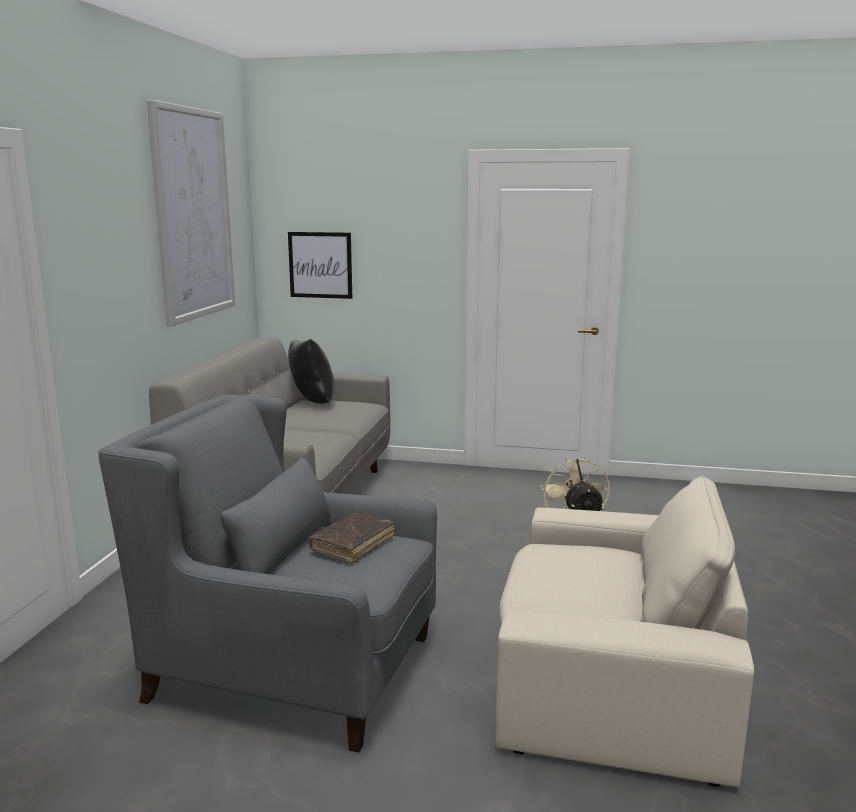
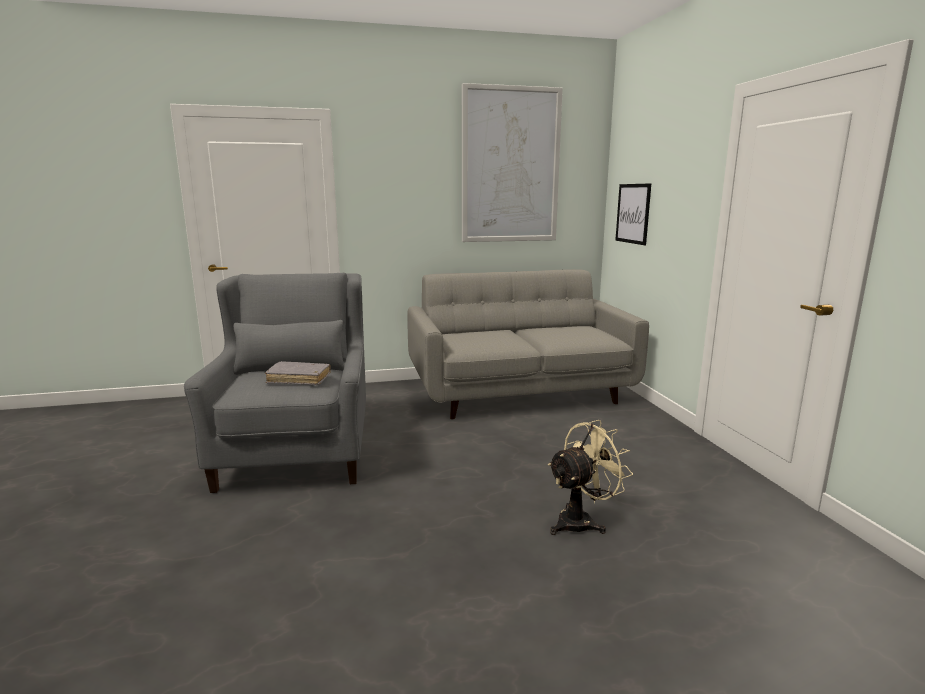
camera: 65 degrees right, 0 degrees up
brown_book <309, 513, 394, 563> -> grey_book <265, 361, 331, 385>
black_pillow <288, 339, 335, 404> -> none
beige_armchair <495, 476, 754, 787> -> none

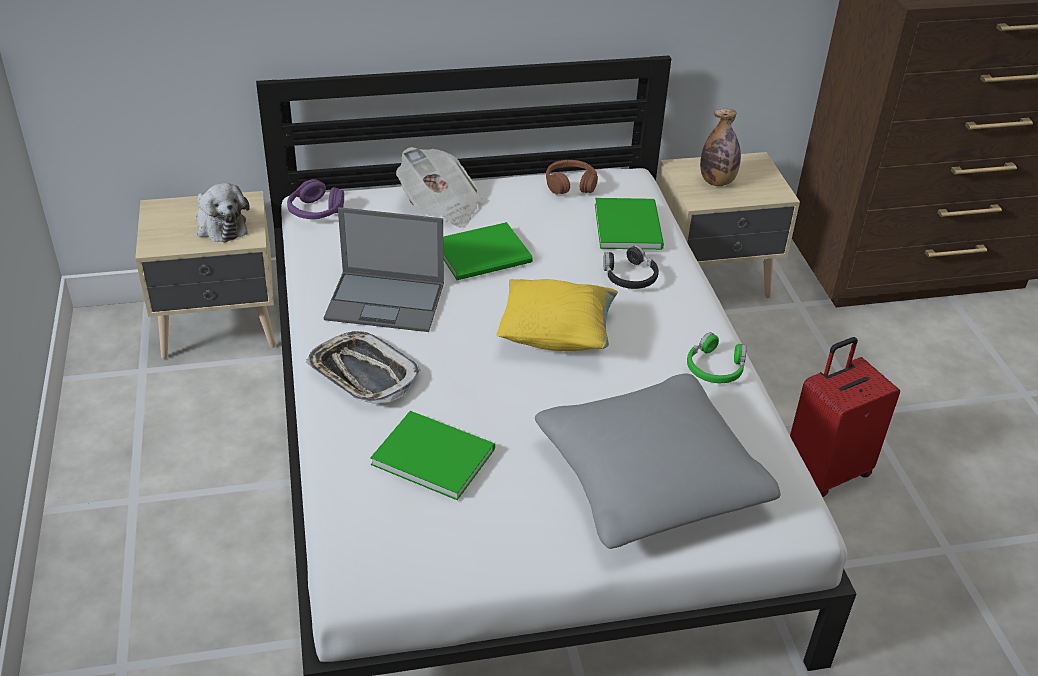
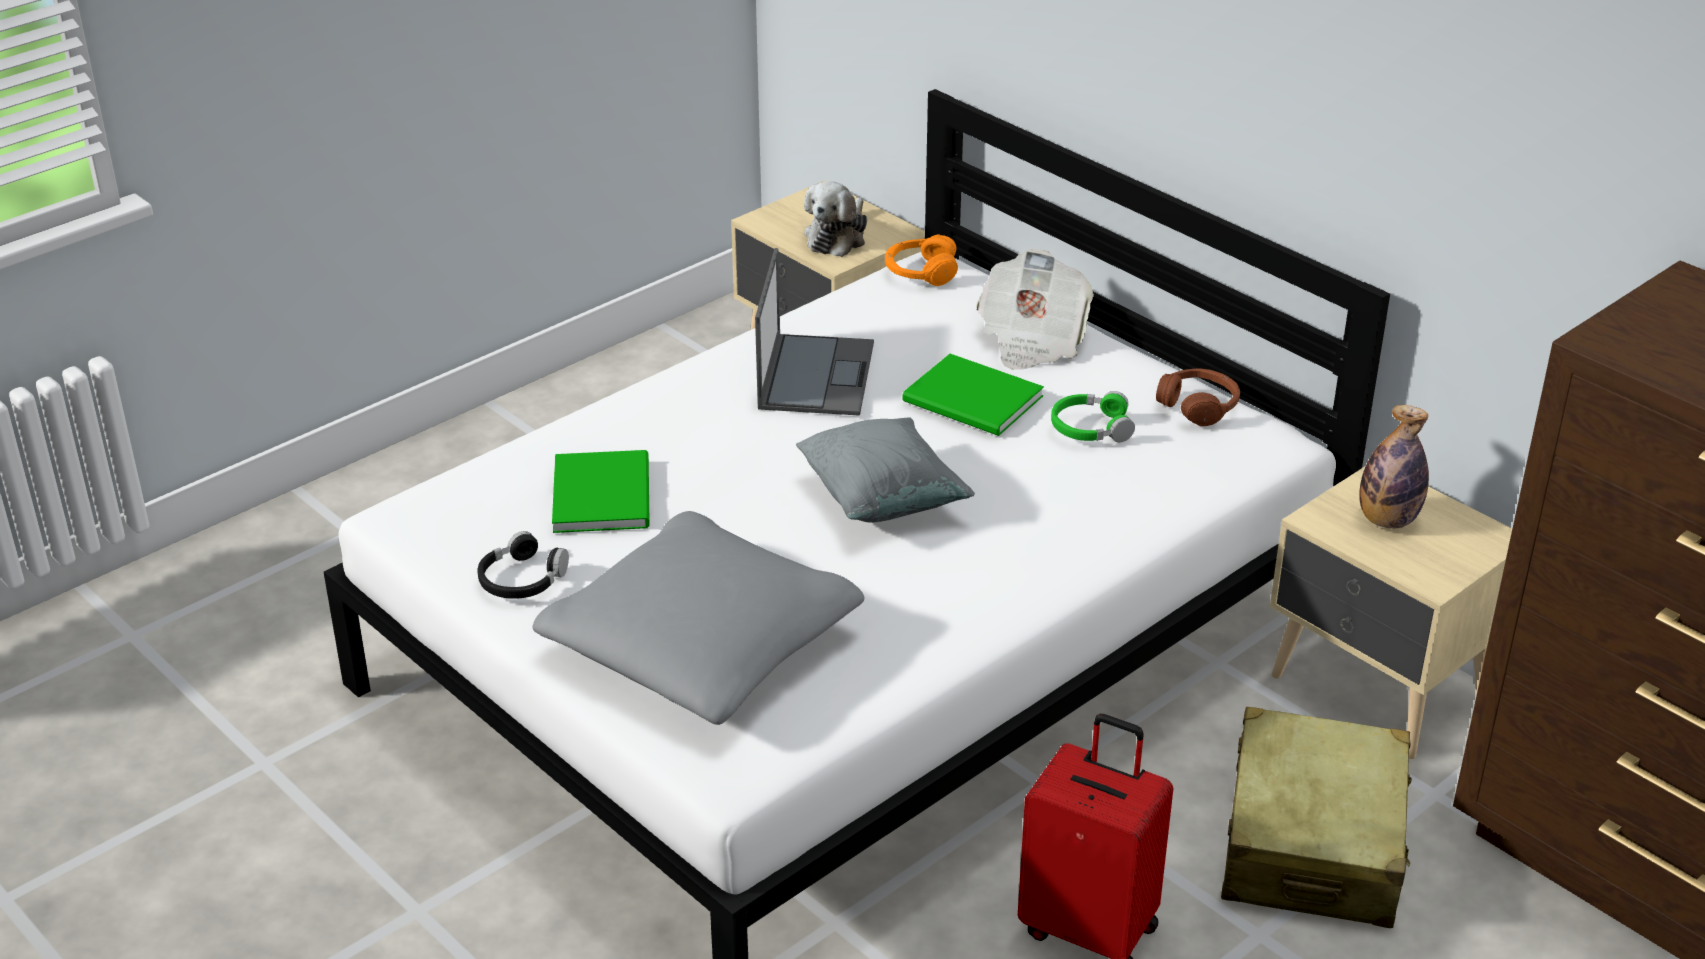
camera: 60 degrees right, 5 degrees down
black_headphones <603, 245, 659, 289> -> black_headphones <478, 531, 569, 599>, shifted
laptop <324, 207, 444, 332> -> laptop <755, 248, 874, 416>, 150 degrees counterclockwise
yellow_pillow <496, 279, 618, 351> -> grey_pillow <796, 417, 975, 523>
purple_headphones <287, 179, 344, 219> -> orange_headphones <885, 234, 958, 286>
green_headphones <687, 332, 746, 383> -> green_headphones <1051, 391, 1135, 442>, shifted
none -> beige_suitcase <1221, 707, 1412, 928>
tray <306, 331, 421, 404> -> none
green_book <595, 198, 664, 250> -> none

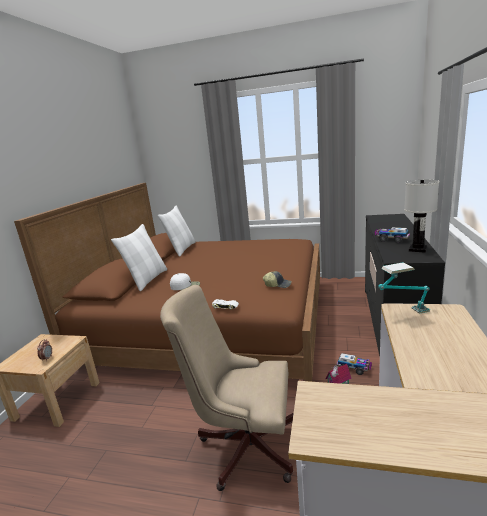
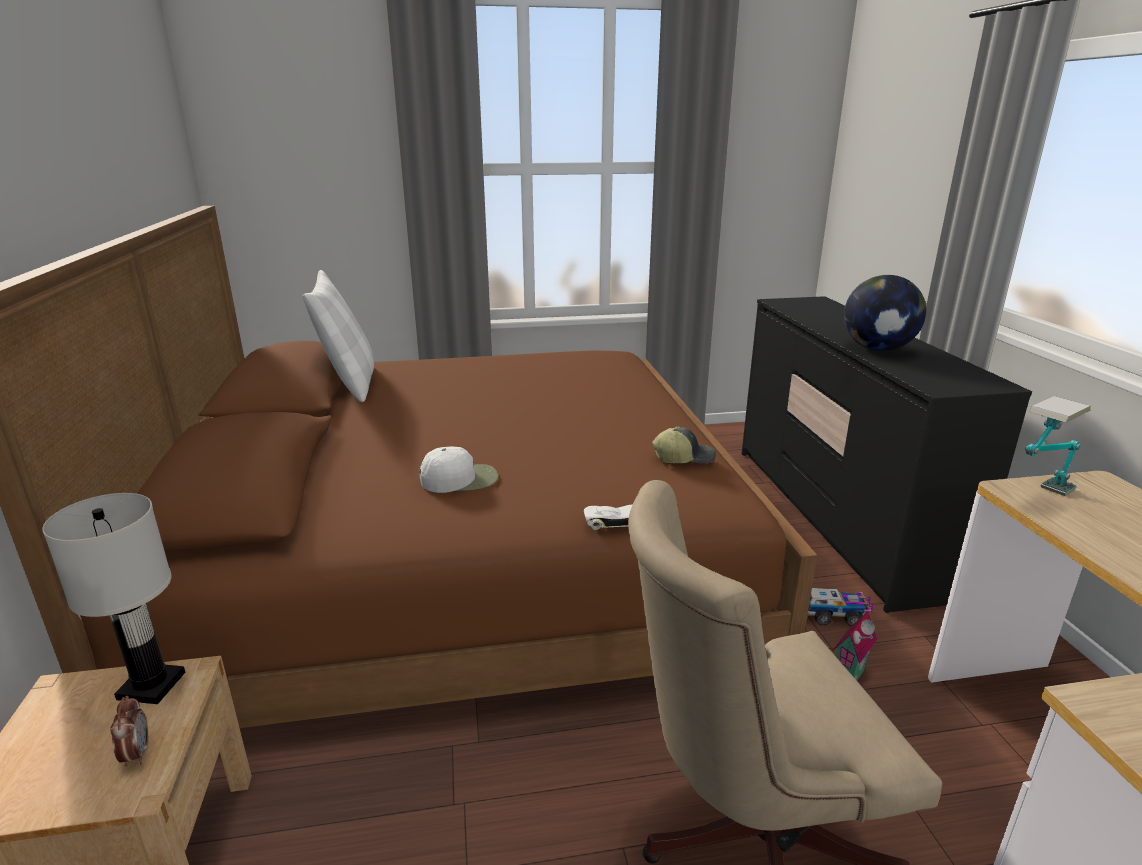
camera: 25 degrees left, 5 degrees up
white_table_lamp <404, 180, 439, 253> -> white_table_lamp <42, 493, 185, 704>, shifted
toy_truck <375, 227, 410, 243> -> globe <844, 275, 926, 351>
white_pillow <111, 224, 167, 291> -> none

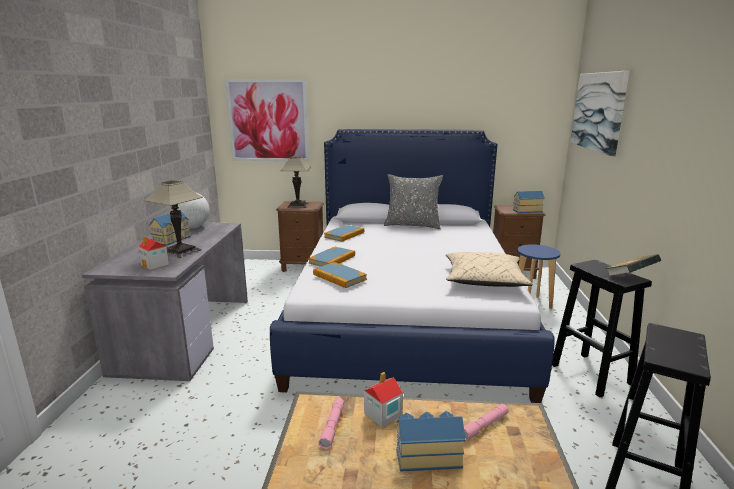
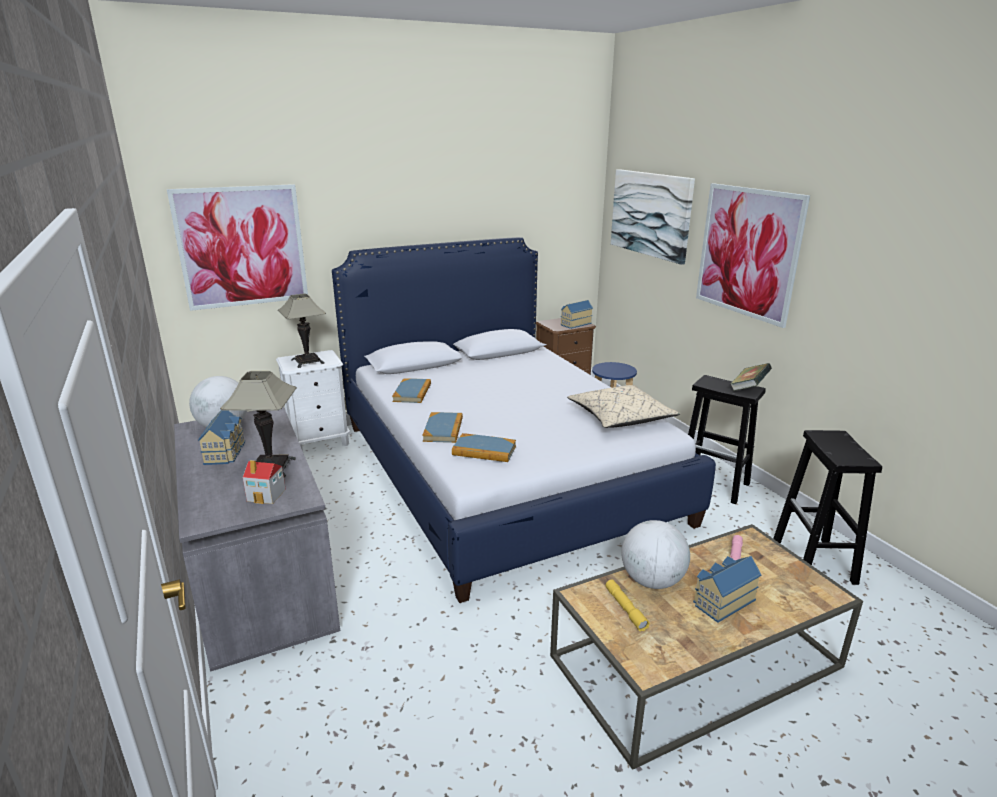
camera: 30 degrees left, 5 degrees up
brown_nightstand <276, 201, 324, 272> -> white_nightstand <276, 350, 350, 451>
pink_flashlight <318, 398, 344, 450> -> yellow_flashlight <605, 580, 650, 632>
toy_house <364, 372, 403, 427> -> globe <621, 520, 690, 589>
none -> picture <696, 183, 810, 328>
grey_pillow <384, 174, 443, 229> -> none

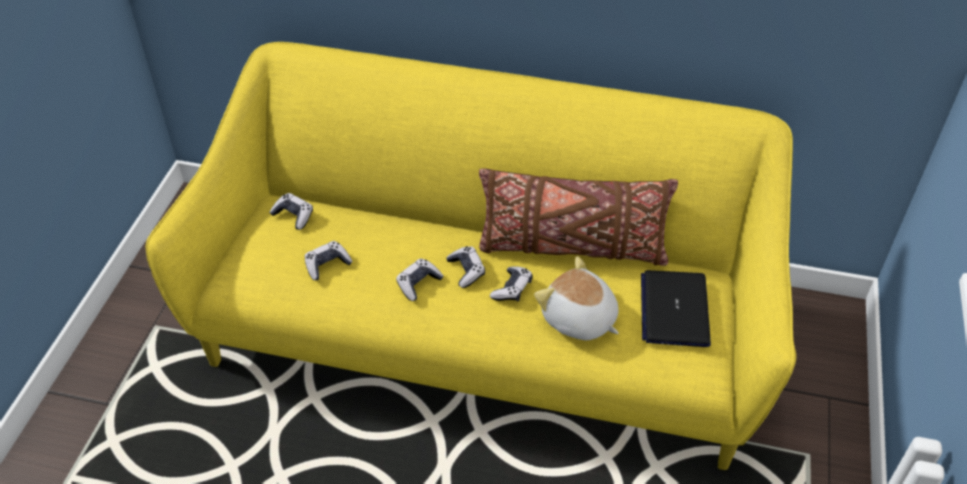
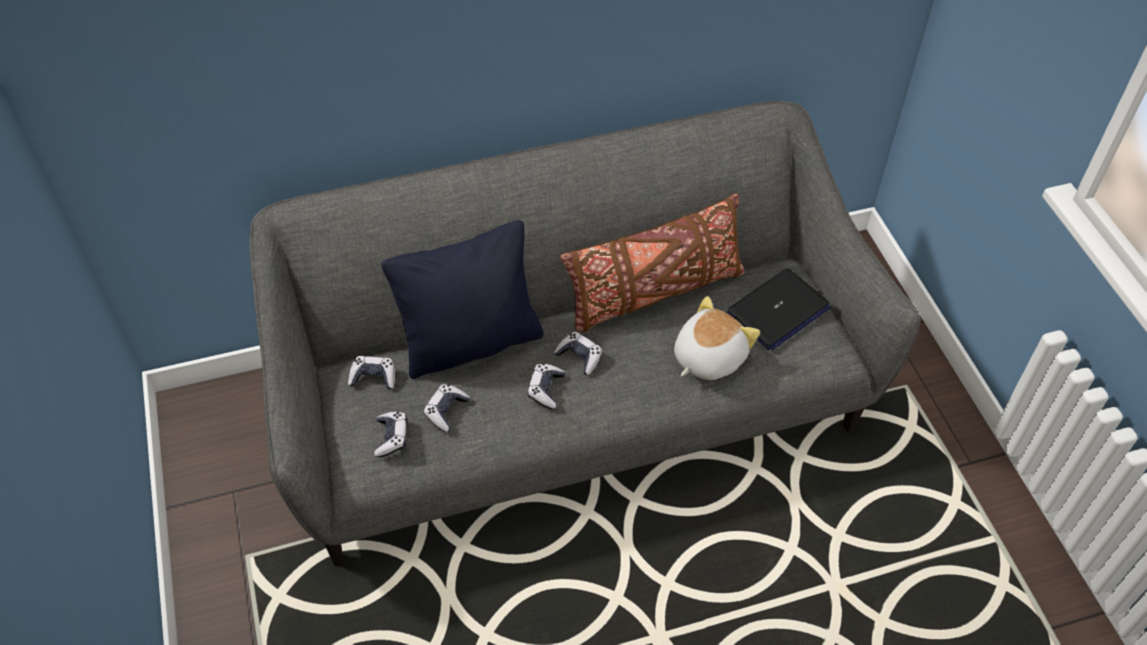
camera: 30 degrees left, 5 degrees up
yellow_sofa <146, 42, 796, 470> -> grey_sofa <250, 101, 920, 566>
game_controller <490, 266, 532, 301> -> game_controller <374, 411, 407, 457>, shifted
none -> black_pillow <382, 220, 544, 379>
plush_toy <534, 256, 619, 340> -> plush_toy <674, 296, 760, 380>, 120 degrees clockwise
laptop <641, 270, 711, 347> -> laptop <726, 268, 831, 350>, 105 degrees counterclockwise

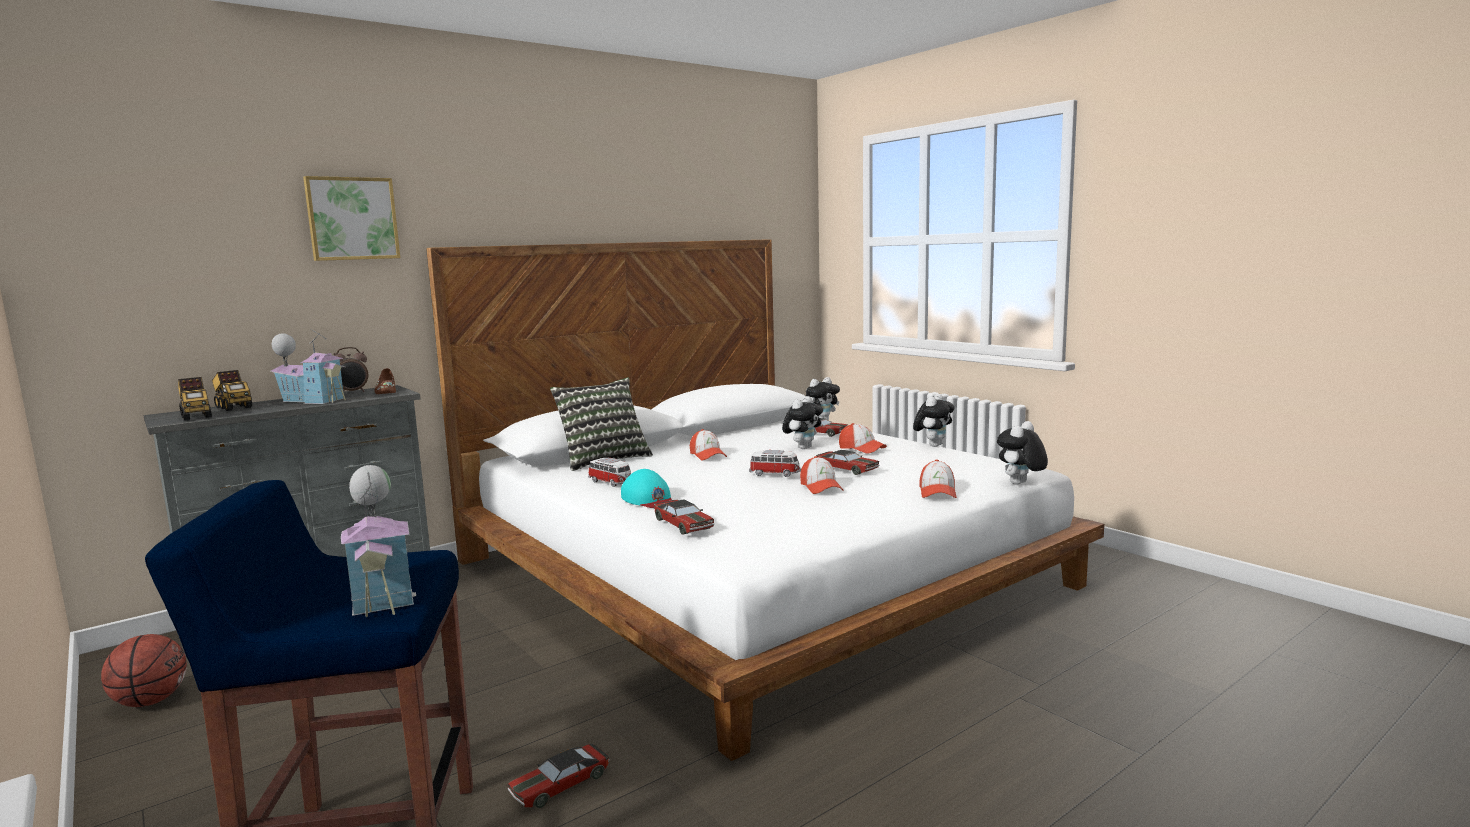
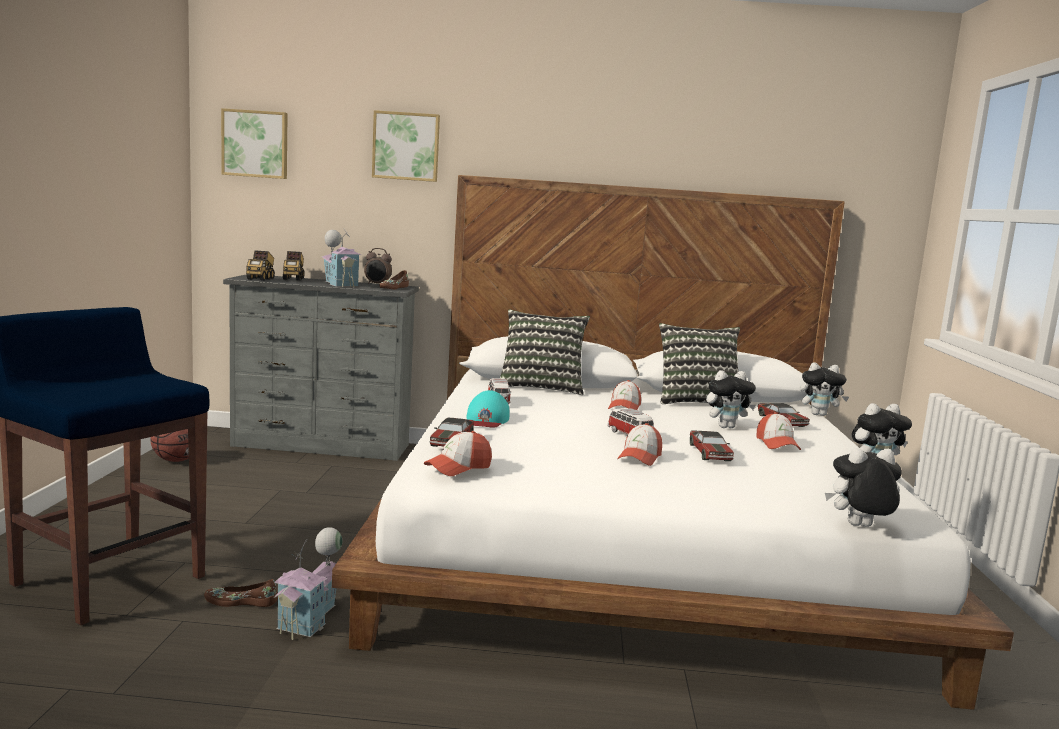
camera: 40 degrees right, 0 degrees up
toy_car <508, 743, 610, 808> -> brown_shoe <204, 579, 278, 607>
none -> picture <221, 108, 288, 179>
toy_house <341, 465, 416, 617> -> toy_house <274, 527, 342, 640>, shifted
cap <919, 460, 957, 498> -> cap <424, 431, 492, 476>, shifted
none -> pillow <659, 323, 740, 404>

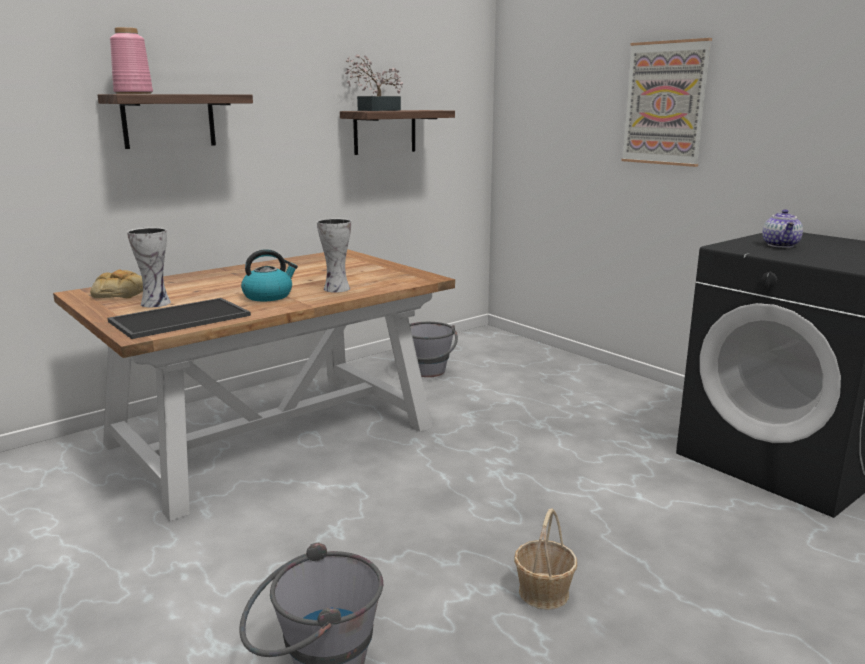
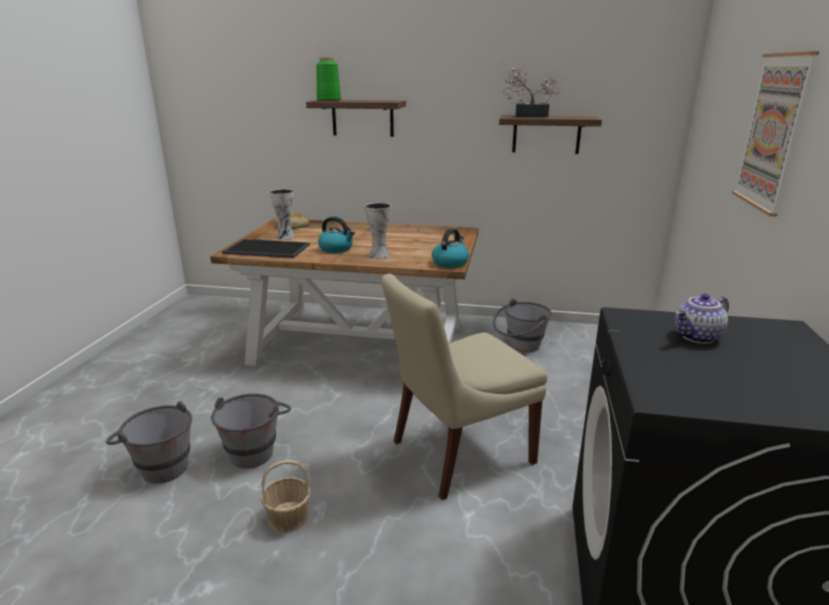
camera: 50 degrees right, 5 degrees up
none -> grey_bucket <211, 393, 291, 468>
pink_vase <110, 27, 153, 94> -> green_vase <316, 57, 341, 101>
none -> beige_chair <381, 274, 547, 500>
none -> kettle <432, 228, 469, 268>

